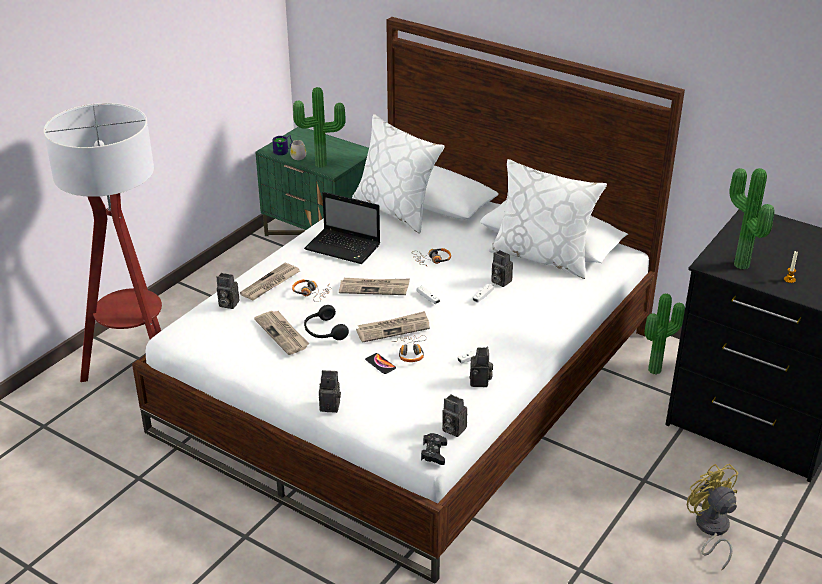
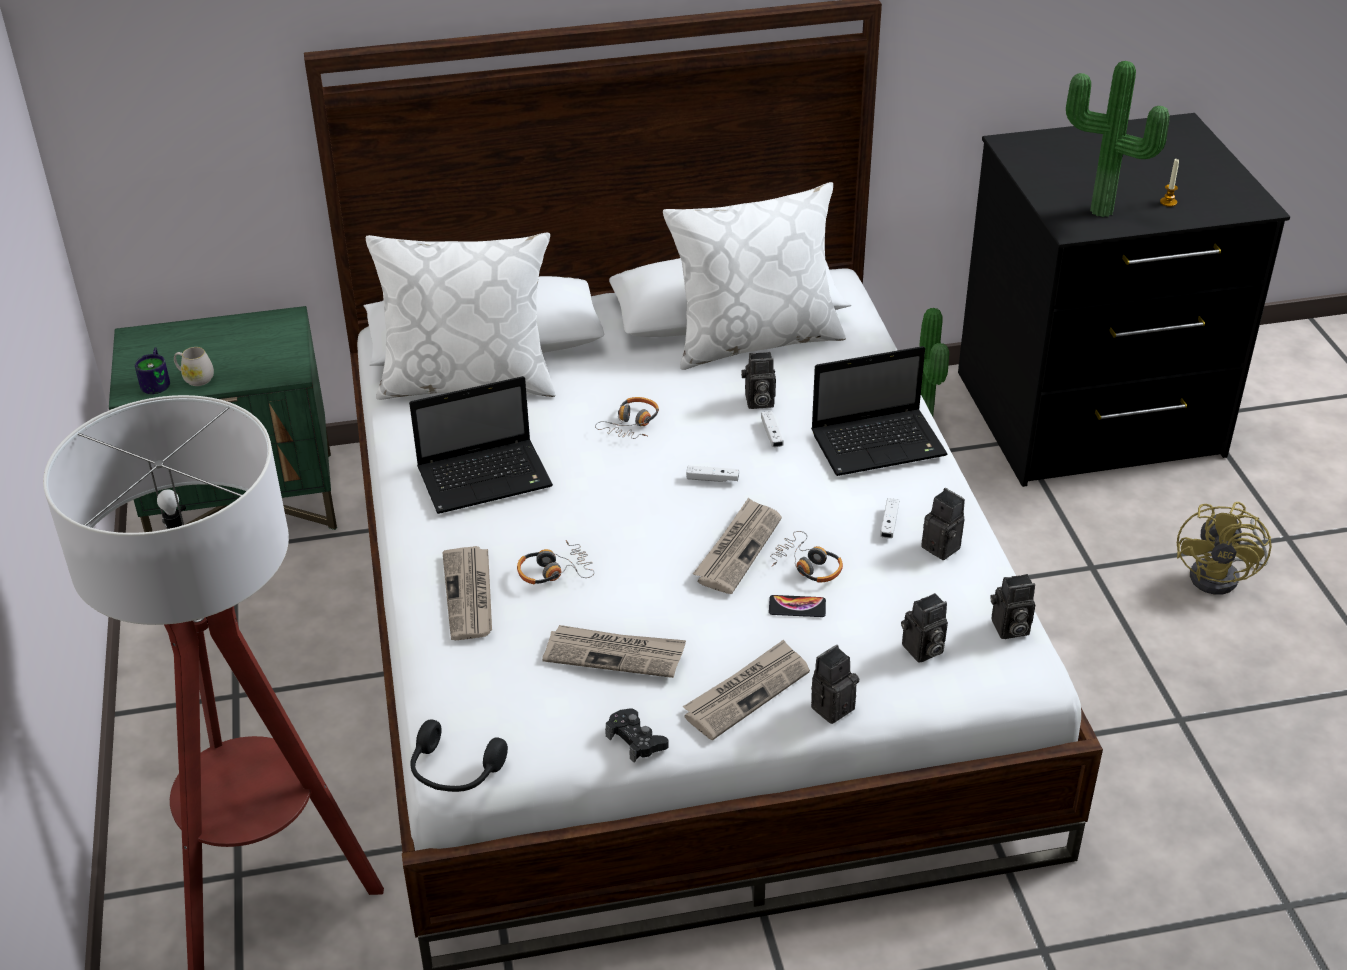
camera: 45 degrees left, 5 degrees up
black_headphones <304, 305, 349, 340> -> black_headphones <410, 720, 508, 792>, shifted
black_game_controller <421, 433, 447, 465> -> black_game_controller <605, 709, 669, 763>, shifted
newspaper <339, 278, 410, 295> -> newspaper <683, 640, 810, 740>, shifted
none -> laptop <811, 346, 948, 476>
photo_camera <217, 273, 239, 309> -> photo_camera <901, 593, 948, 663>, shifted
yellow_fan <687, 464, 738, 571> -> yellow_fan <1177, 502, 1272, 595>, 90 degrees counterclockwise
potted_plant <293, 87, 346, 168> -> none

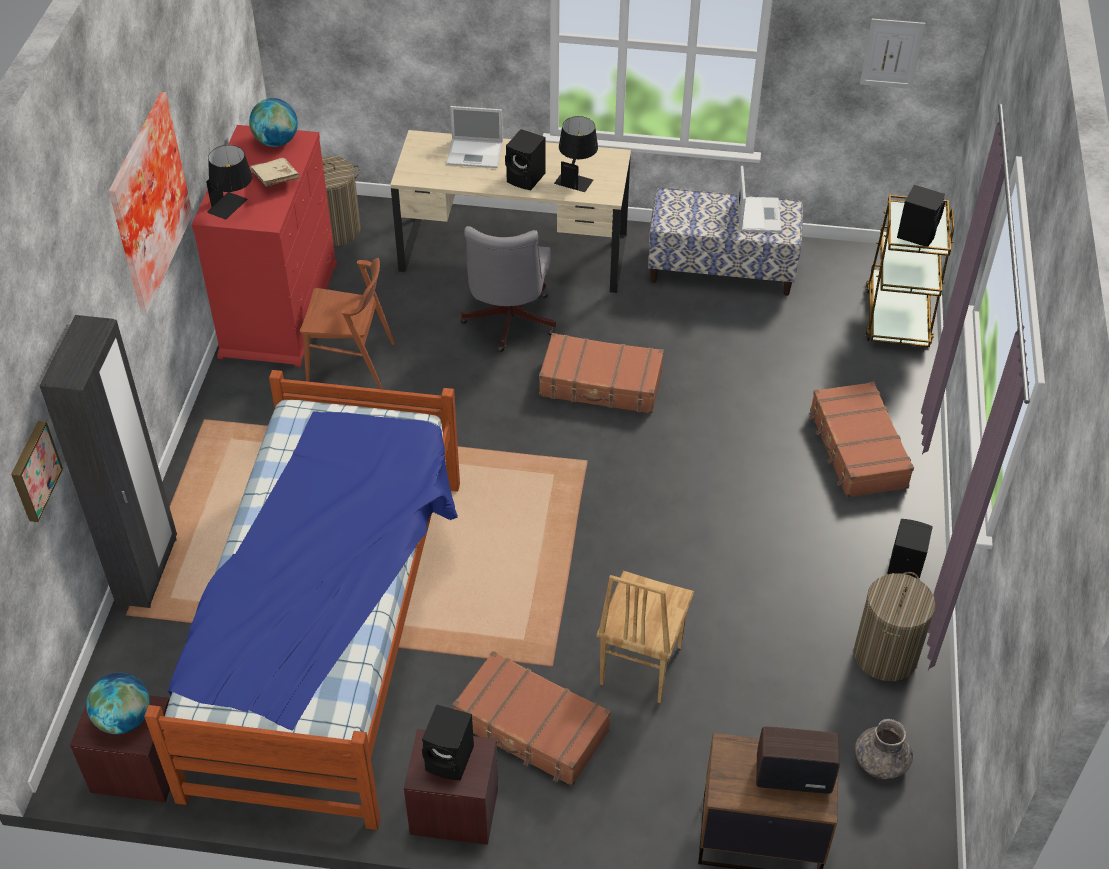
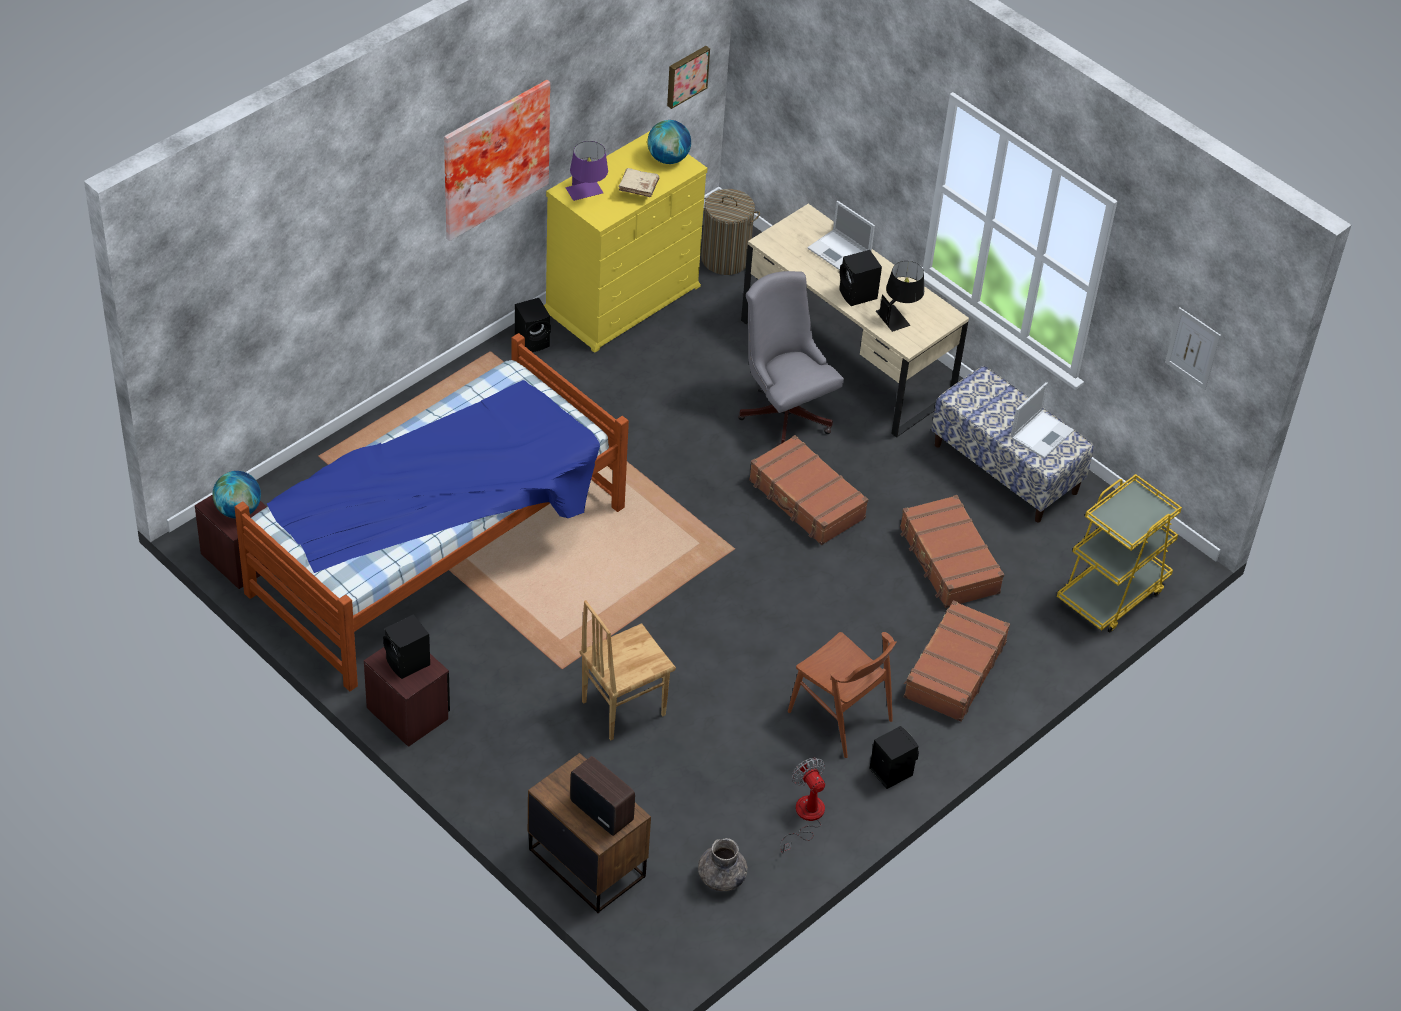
camera: 35 degrees right, 0 degrees up
black_speaker <897, 185, 945, 246> -> black_speaker <515, 298, 551, 352>, shifted
red_dresser <191, 125, 337, 367> -> yellow_dresser <544, 131, 708, 353>
black_table_lamp <206, 145, 252, 220> -> purple_table_lamp <566, 141, 608, 201>
picture <11, 421, 63, 522> -> picture <667, 46, 710, 109>, shifted
grey_office_chair <460, 226, 556, 352> -> grey_office_chair <738, 271, 844, 446>, 105 degrees clockwise
laundry_basket <854, 572, 936, 681> -> fan <780, 758, 825, 854>
brown_chair <300, 258, 395, 389> -> brown_chair <788, 632, 896, 758>, shifted
brown_suitcase <453, 651, 611, 786> -> brown_suitcase <900, 495, 1004, 608>, shifted
brown_cart <866, 195, 954, 347> -> yellow_cart <1057, 474, 1182, 633>
black_wardrobe <39, 315, 177, 608> -> none

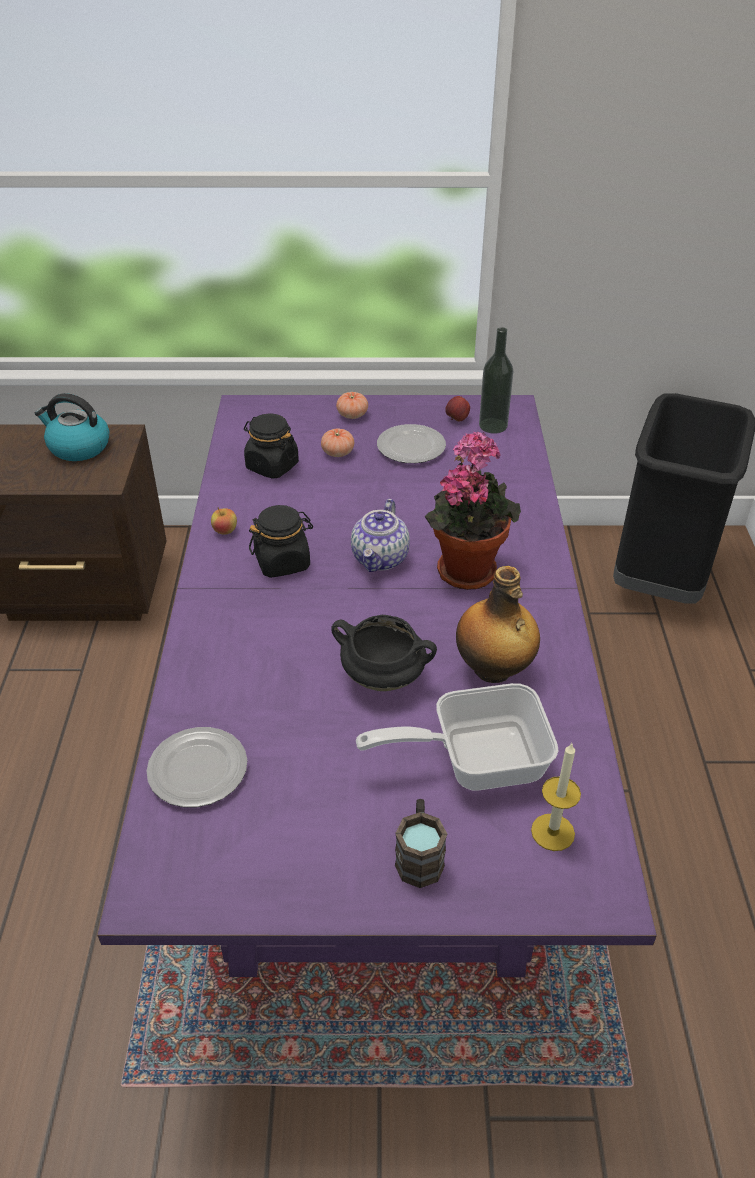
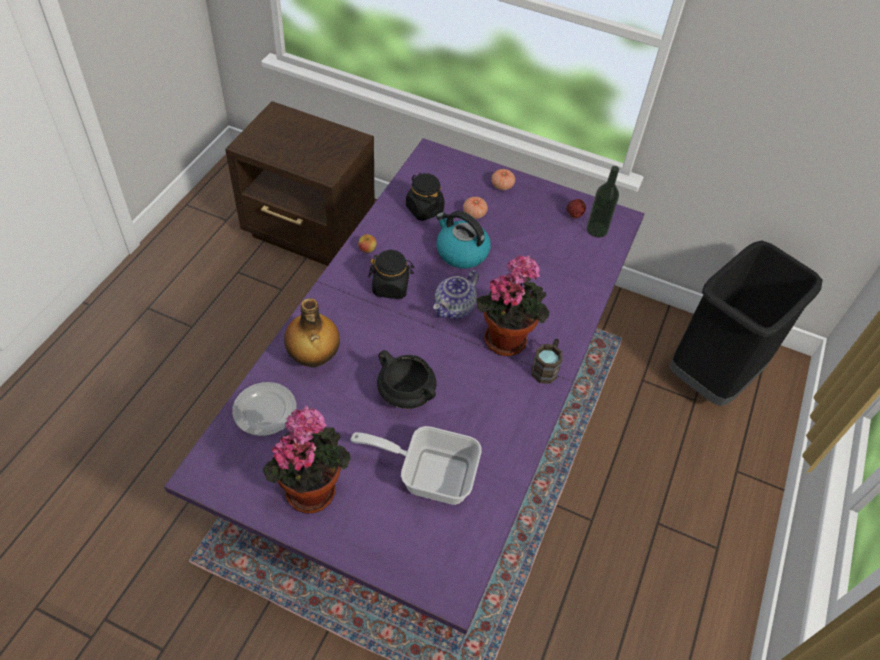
camera: 20 degrees right, 10 degrees up
none -> potted_plant <262, 405, 351, 513>
bottle <456, 566, 540, 683> -> bottle <284, 298, 340, 368>, shifted
kettle <35, 393, 110, 461> -> kettle <436, 211, 491, 269>, shifted
brown_mug <395, 799, 447, 888> -> brown_mug <532, 339, 563, 384>, shifted
plate <377, 424, 446, 463> -> none
candle <531, 743, 581, 851> -> none

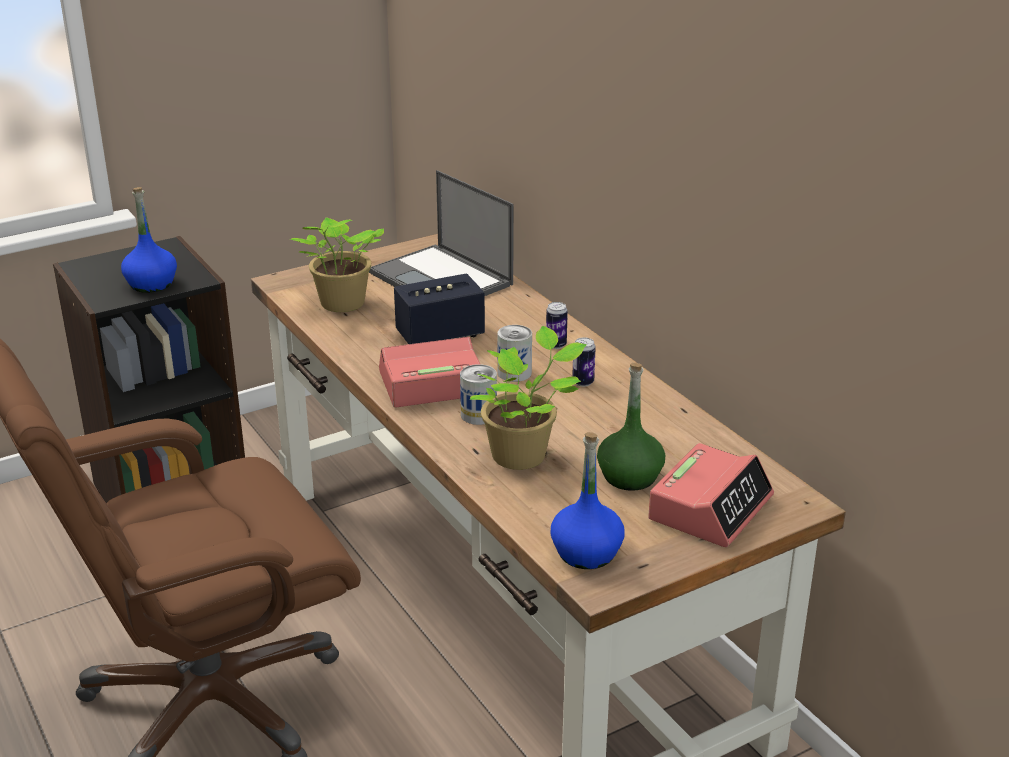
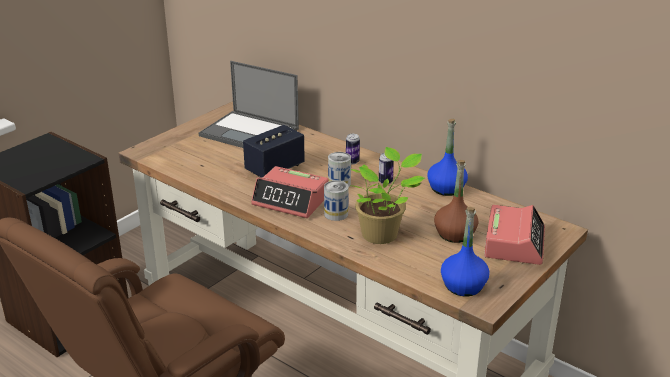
camera: 20 degrees left, 0 degrees up
alarm_clock <379, 337, 480, 407> -> alarm_clock <251, 166, 329, 218>, 120 degrees counterclockwise
blue_bottle <121, 187, 177, 293> -> blue_bottle <427, 119, 468, 196>, shifted
green_bottle <597, 363, 665, 491> -> brown_bottle <434, 160, 479, 243>
potted_plant <290, 218, 384, 312> -> none

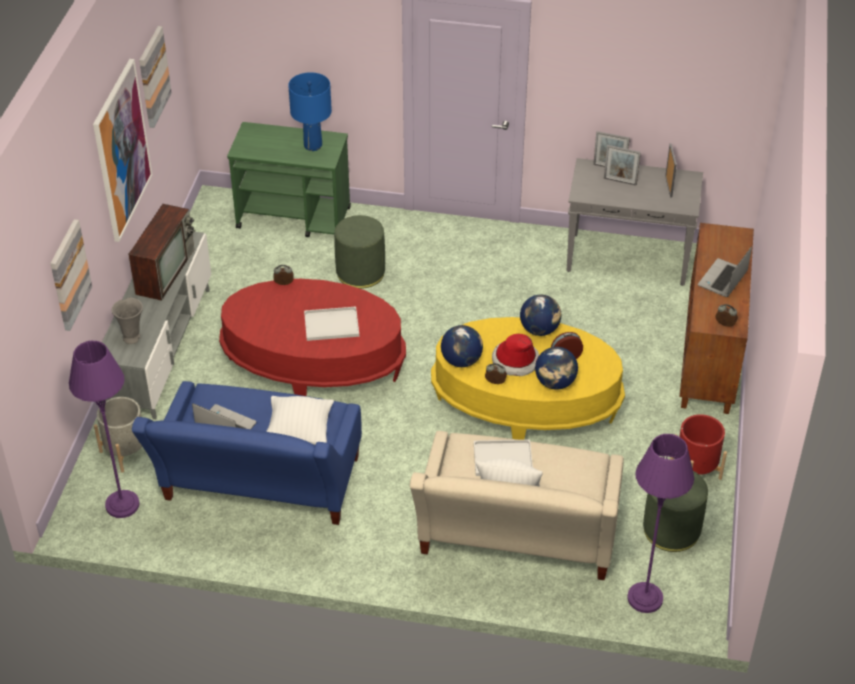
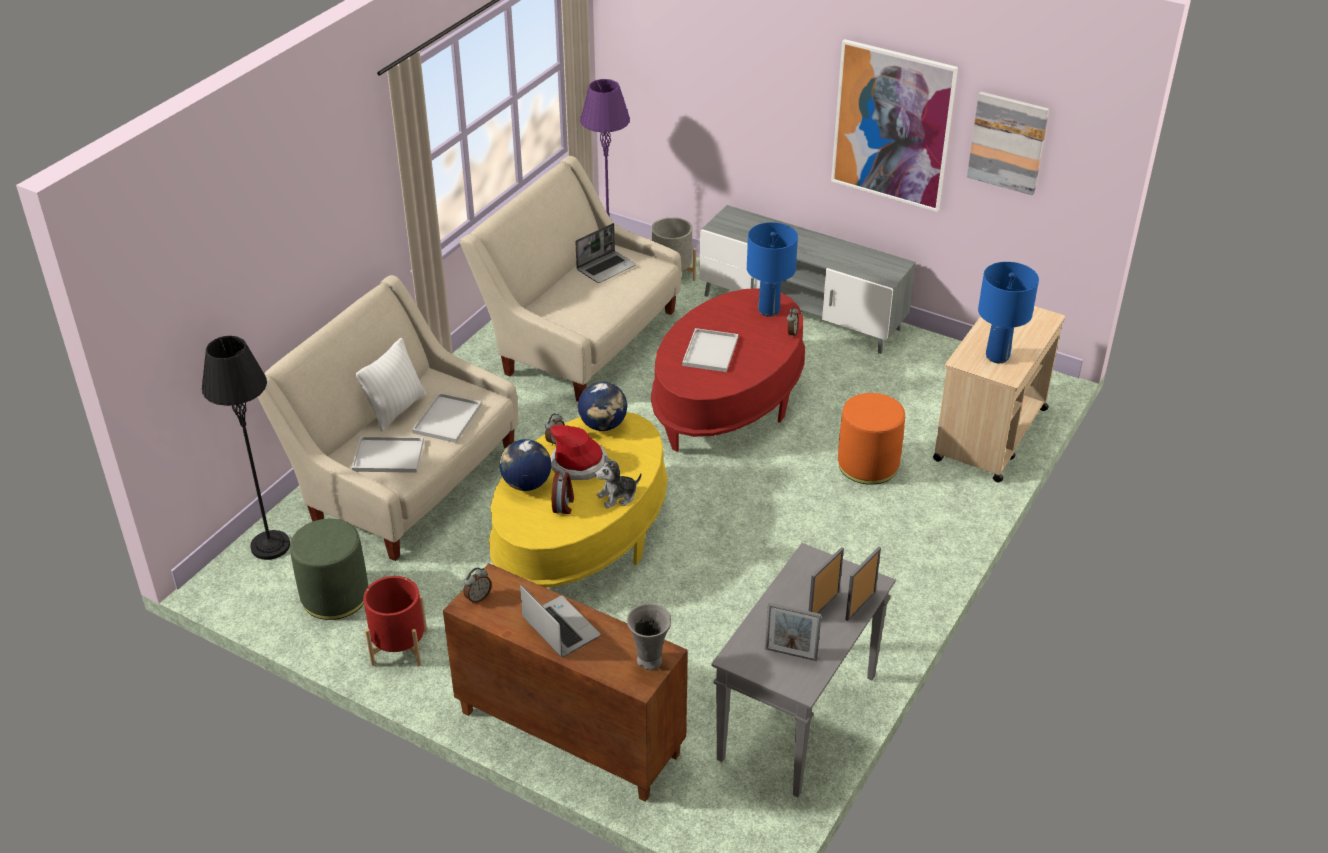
camera: 110 degrees right, 5 degrees down
purple_floor_lamp <627, 434, 694, 613> -> black_floor_lamp <202, 336, 290, 560>
none -> white_tray <352, 436, 424, 473>
blue_sofa <132, 381, 362, 525> -> beige_sofa <459, 156, 681, 402>
globe <520, 294, 561, 336> -> plush_toy <595, 455, 641, 508>
grey_vase <112, 298, 143, 344> -> grey_vase <627, 603, 671, 670>, shifted
none -> blue_table_lamp <747, 222, 798, 317>
green_ottoman <334, 215, 385, 289> -> orange_ottoman <838, 393, 905, 485>
green_cart <227, 122, 351, 237> -> beige_cart <933, 306, 1065, 482>
picture <50, 219, 92, 331> -> none
television <128, 204, 196, 301> -> none
white_pillow <266, 396, 334, 445> -> none

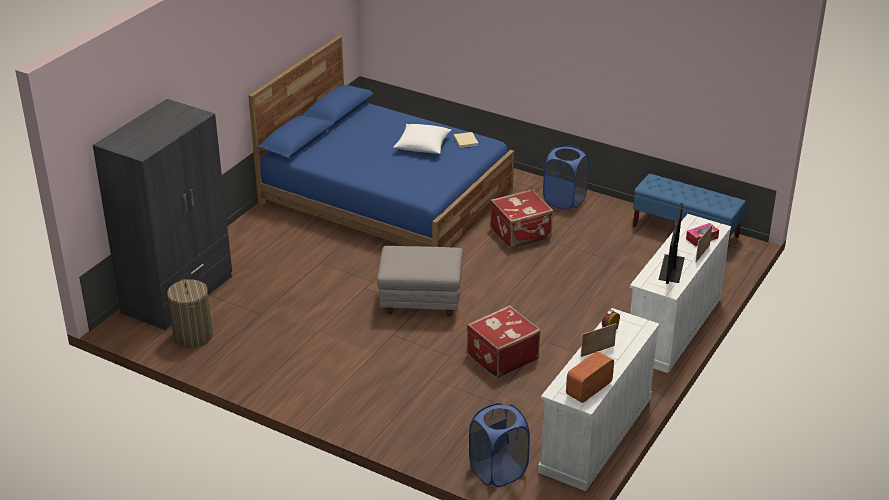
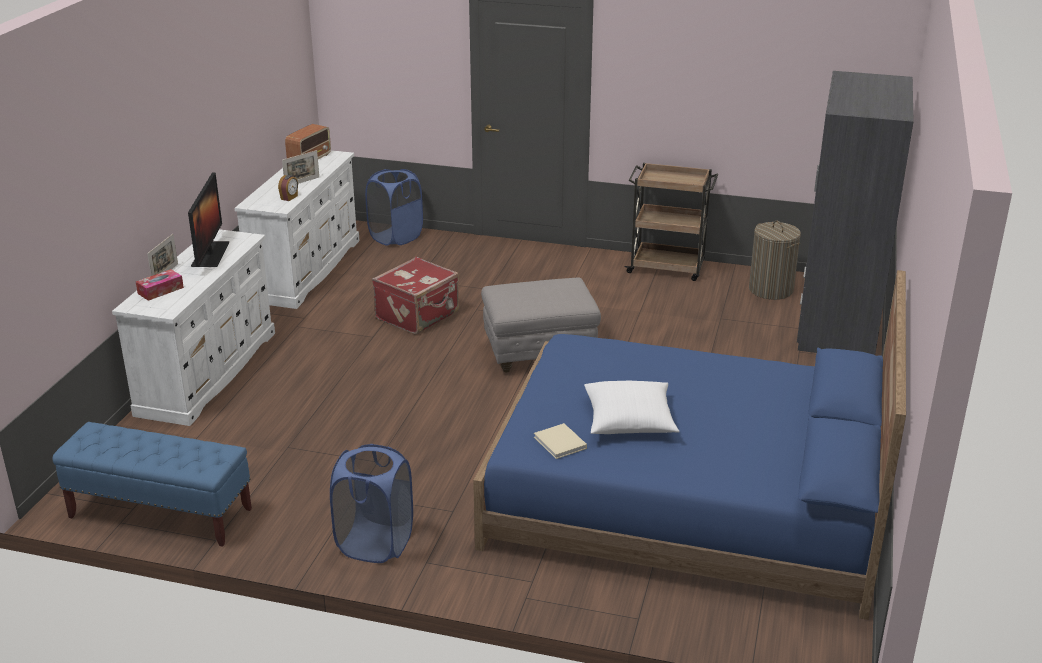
camera: 165 degrees right, 5 degrees down
none -> brown_cart <624, 163, 718, 281>
red_suitcase <491, 189, 553, 248> -> none

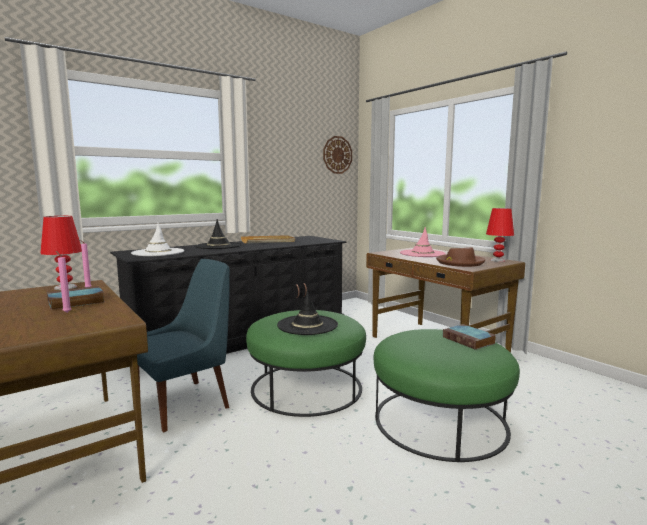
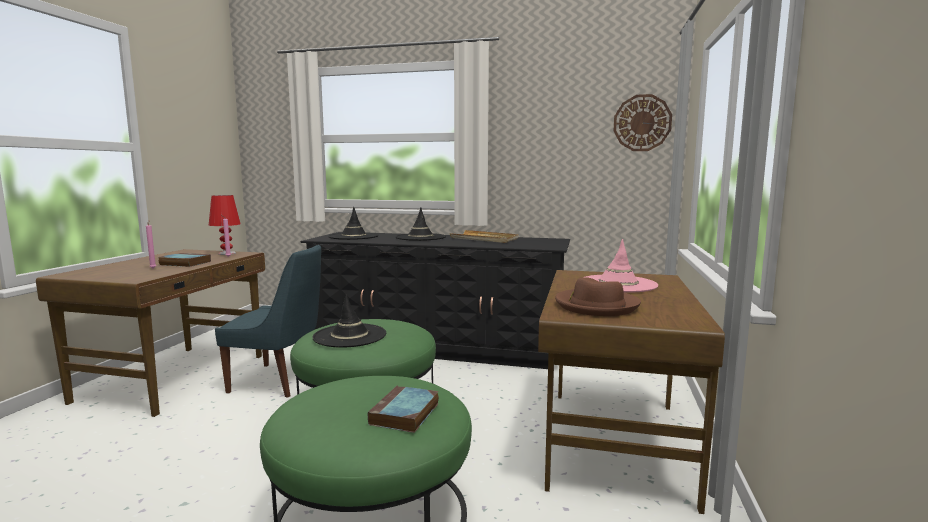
camera: 50 degrees right, 0 degrees up
white_hat <131, 223, 184, 256> -> black_hat <328, 207, 379, 240>
red_table_lamp <486, 208, 514, 262> -> none

